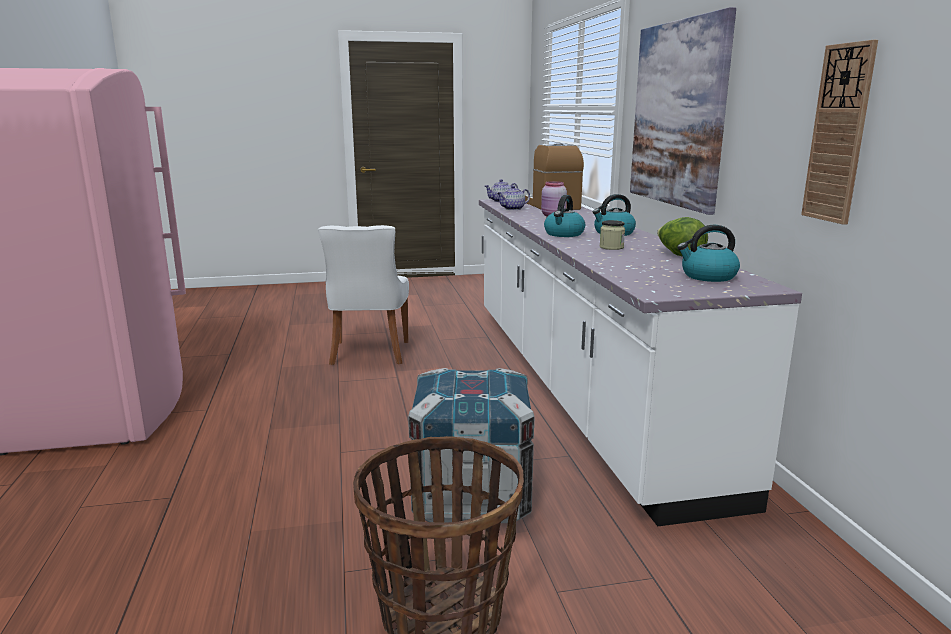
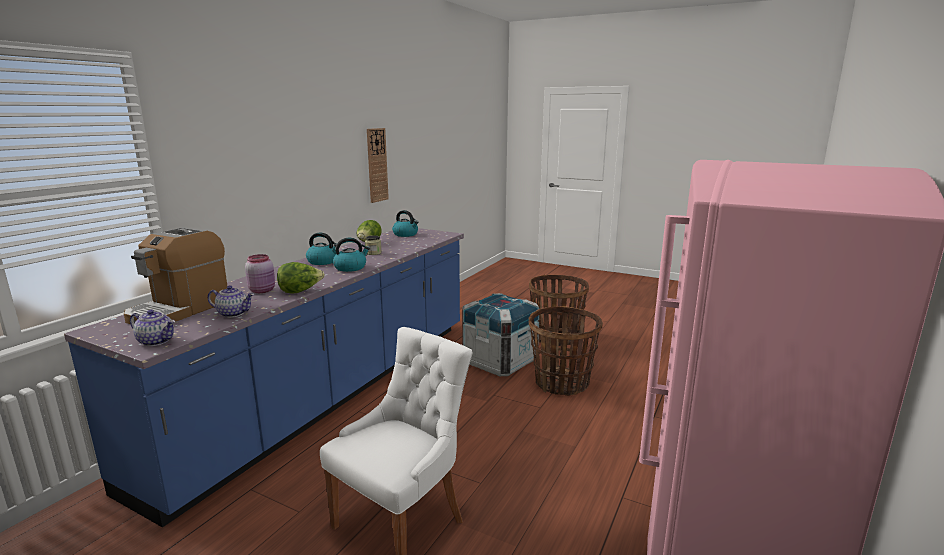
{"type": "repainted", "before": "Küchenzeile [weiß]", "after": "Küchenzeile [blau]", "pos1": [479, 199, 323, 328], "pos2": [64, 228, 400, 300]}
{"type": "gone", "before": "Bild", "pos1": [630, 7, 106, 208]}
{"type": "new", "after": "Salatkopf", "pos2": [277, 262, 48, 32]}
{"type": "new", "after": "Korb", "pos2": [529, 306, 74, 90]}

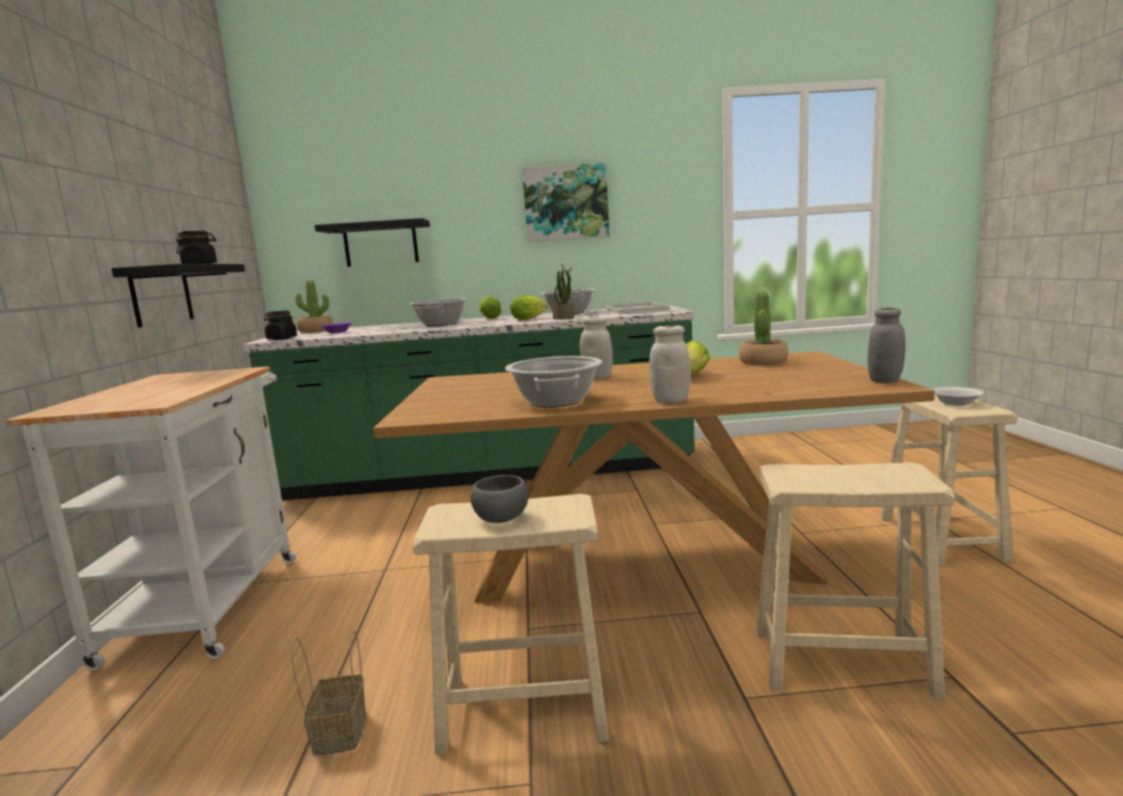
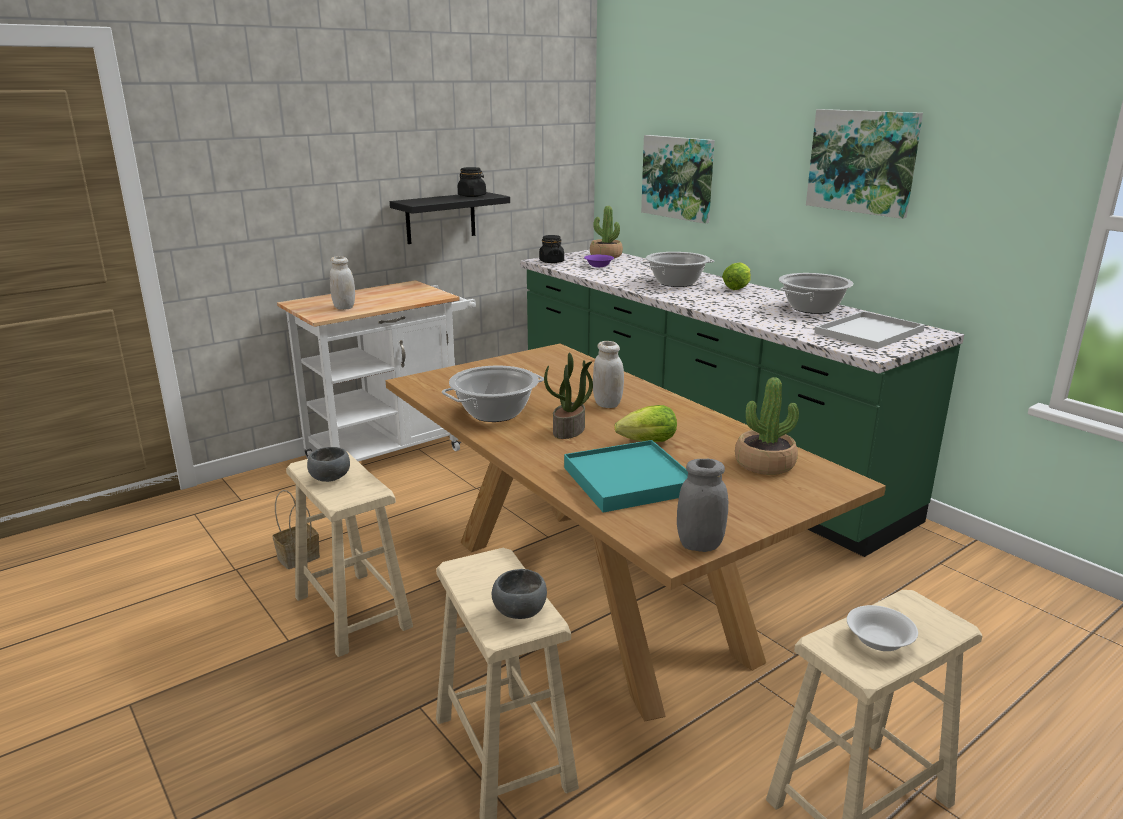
{"type": "swapped", "before": "Wandregal [schwarz]", "after": "Bild", "pos1": [315, 218, 115, 49], "pos2": [641, 135, 74, 89]}
{"type": "gone", "before": "Salatkopf", "pos1": [510, 295, 38, 25]}
{"type": "shifted", "before": "Topfpflanze", "pos1": [552, 263, 22, 57], "pos2": [544, 353, 49, 86]}
{"type": "shifted", "before": "Vorratsglas [weiß]", "pos1": [649, 326, 42, 77], "pos2": [330, 256, 25, 54]}
{"type": "new", "after": "Schüssel [grau]", "pos2": [492, 569, 55, 50]}
{"type": "new", "after": "Tablett [türkis]", "pos2": [564, 440, 124, 73]}

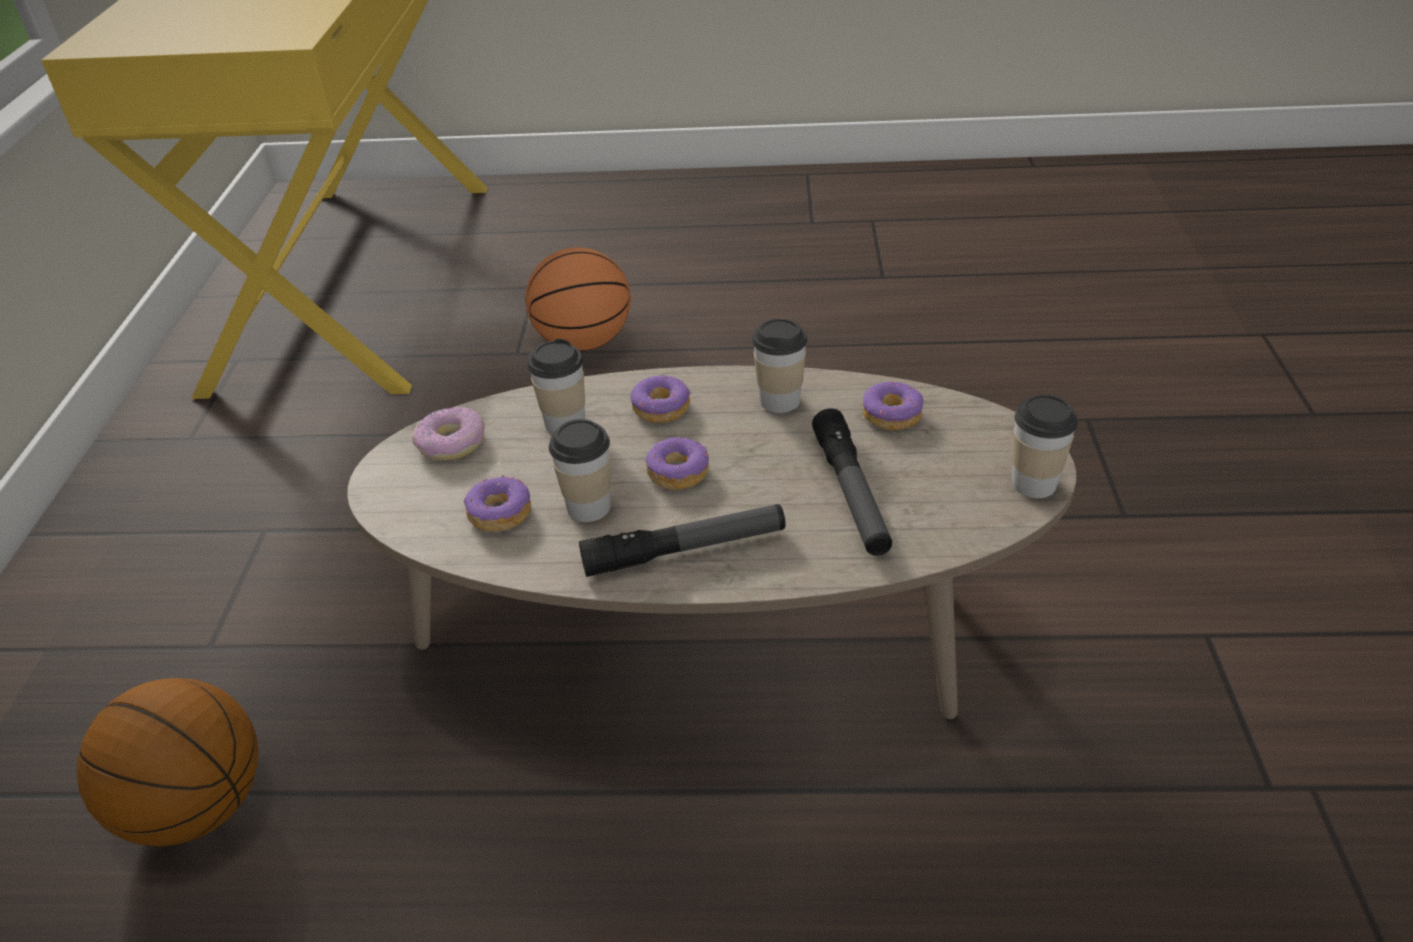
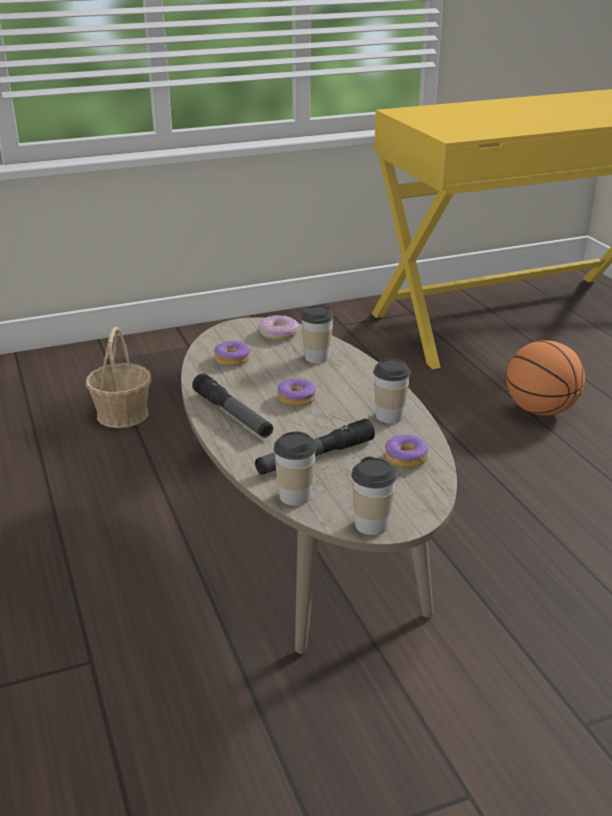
{"type": "swapped", "before": "Basketball", "after": "Korb", "pos1": [77, 678, 181, 169], "pos2": [86, 327, 65, 101]}
{"type": "shifted", "before": "Tasse", "pos1": [549, 419, 62, 103], "pos2": [274, 431, 43, 75]}
{"type": "gone", "before": "Donut", "pos1": [630, 375, 61, 48]}

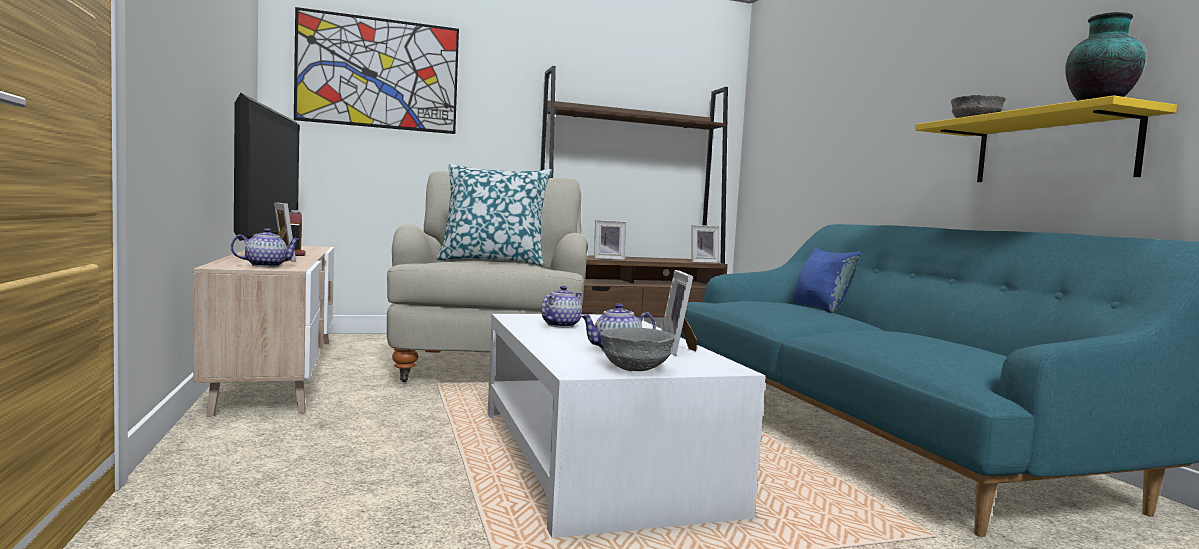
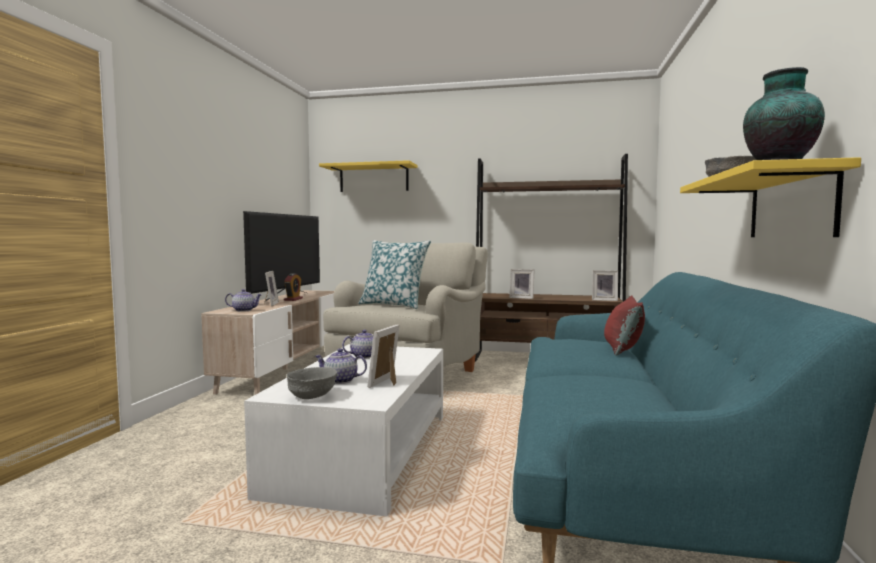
{"type": "swapped", "before": "Bild", "after": "Wandregal [gelb]", "pos1": [294, 7, 165, 127], "pos2": [319, 160, 98, 32]}
{"type": "repainted", "before": "Kissen [blau]", "after": "Kissen [rot]", "pos1": [792, 247, 69, 66], "pos2": [604, 295, 41, 61]}

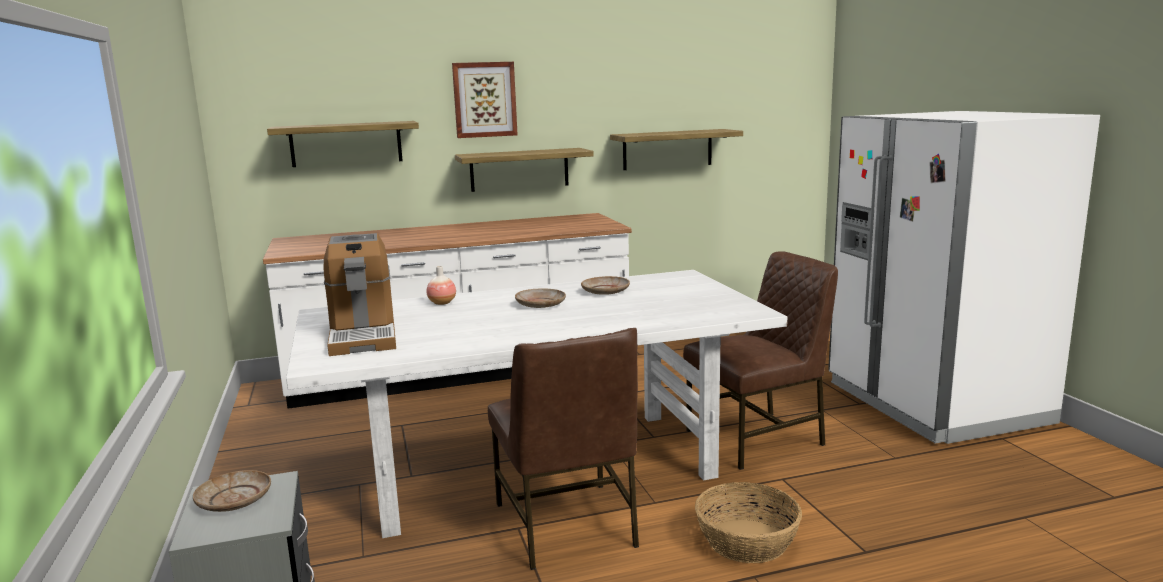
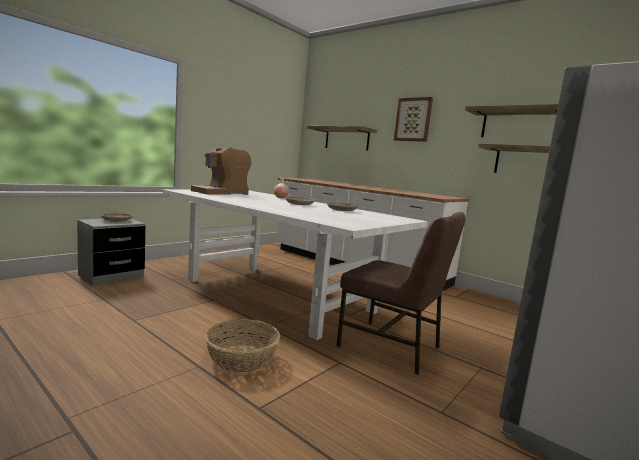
{"type": "shifted", "before": "Wandregal", "pos1": [455, 148, 139, 44], "pos2": [465, 104, 93, 33]}
{"type": "gone", "before": "Stuhl [braun]", "pos1": [488, 328, 151, 242]}

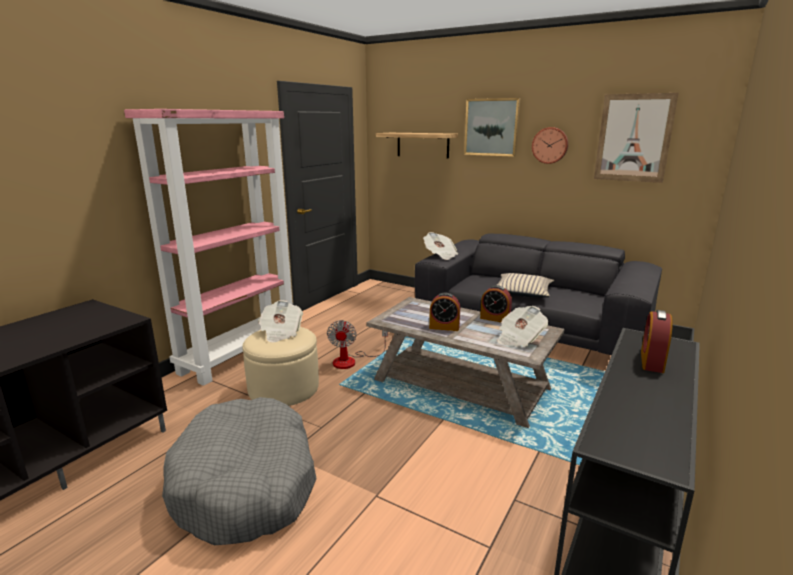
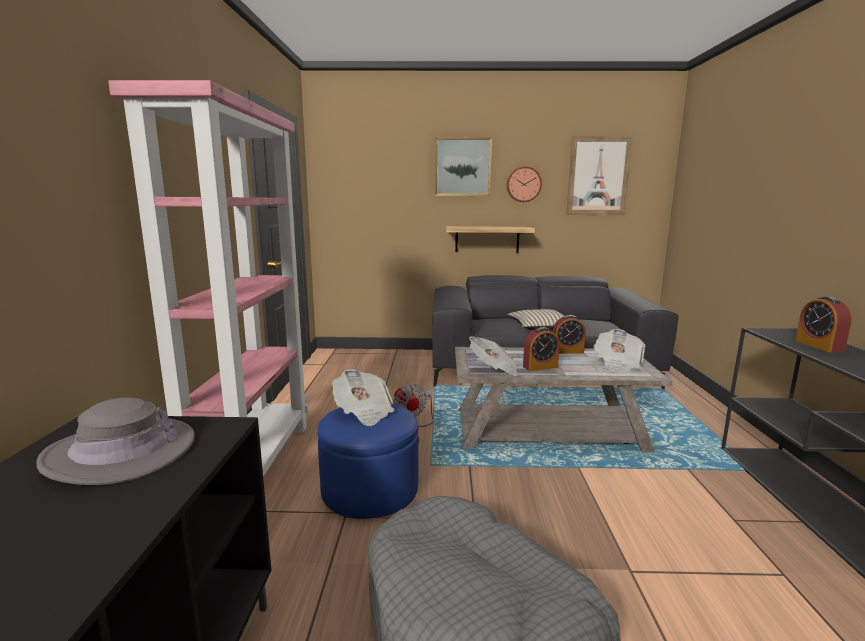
{"type": "repainted", "before": "Polsterhocker [beige]", "after": "Polsterhocker [blau]", "pos1": [242, 327, 77, 79], "pos2": [317, 404, 102, 115]}
{"type": "shifted", "before": "Wandregal", "pos1": [376, 133, 82, 25], "pos2": [446, 226, 89, 27]}
{"type": "shifted", "before": "Zeitung", "pos1": [423, 232, 35, 28], "pos2": [469, 336, 49, 40]}
{"type": "new", "after": "Hut [grau]", "pos2": [36, 397, 159, 88]}

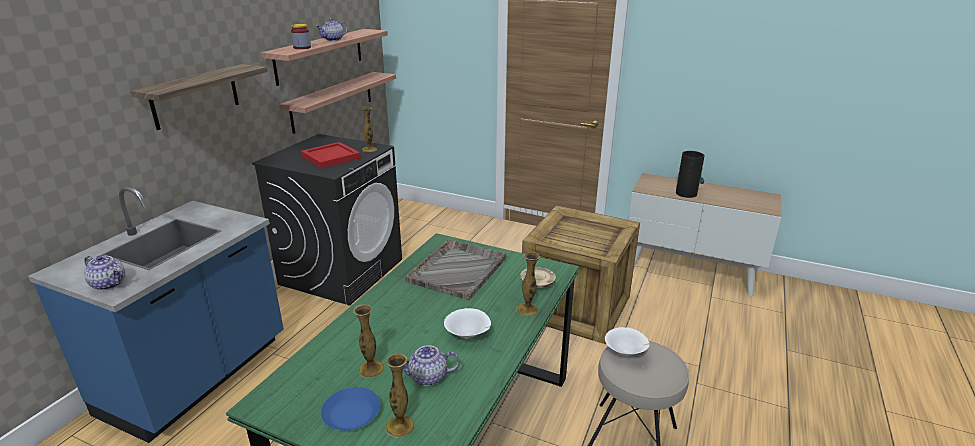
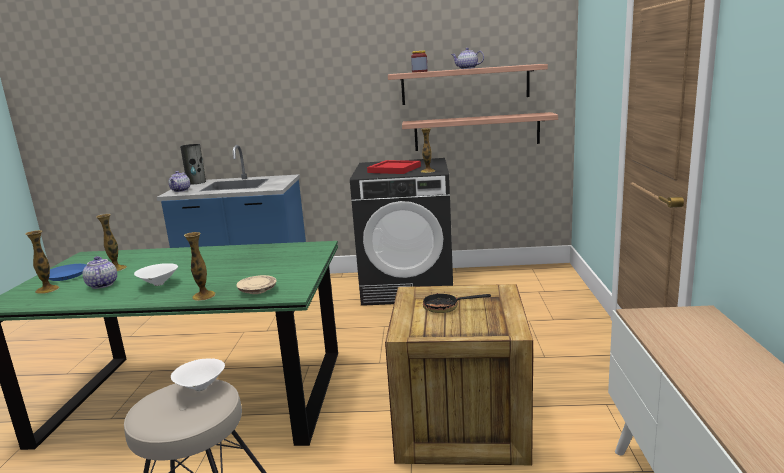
{"type": "gone", "before": "Wandregal", "pos1": [130, 64, 138, 66]}
{"type": "gone", "before": "Tablett [grau]", "pos1": [406, 239, 100, 61]}
{"type": "shifted", "before": "Vase", "pos1": [676, 151, 29, 47], "pos2": [180, 144, 26, 41]}
{"type": "new", "after": "Pfanne", "pos2": [423, 293, 68, 20]}

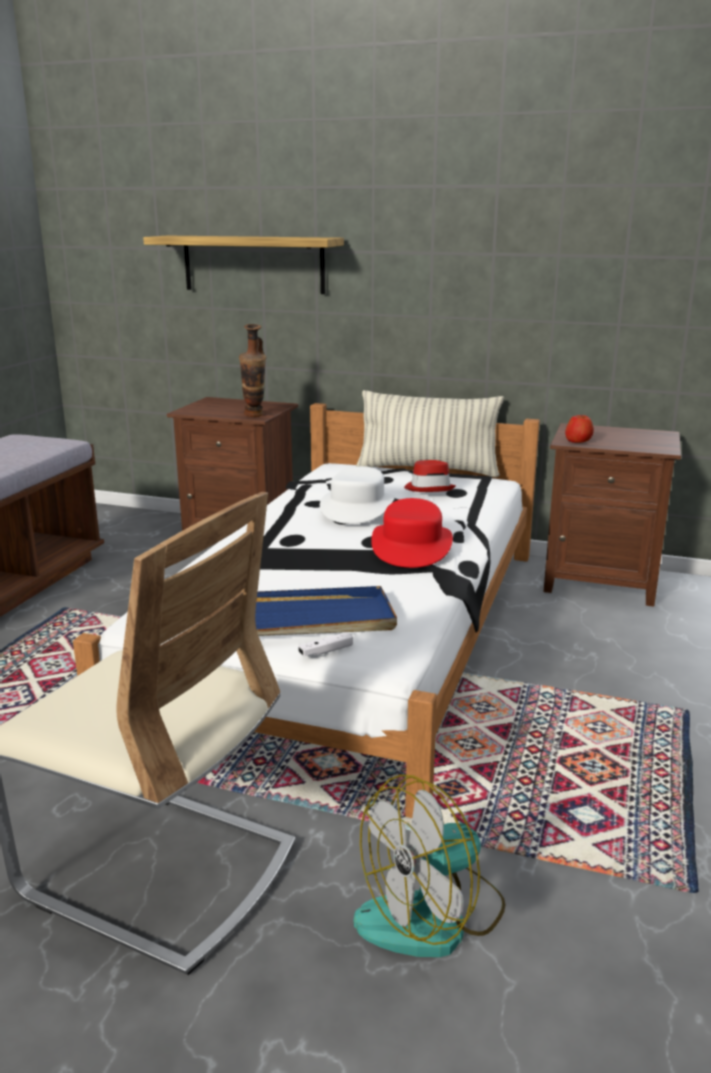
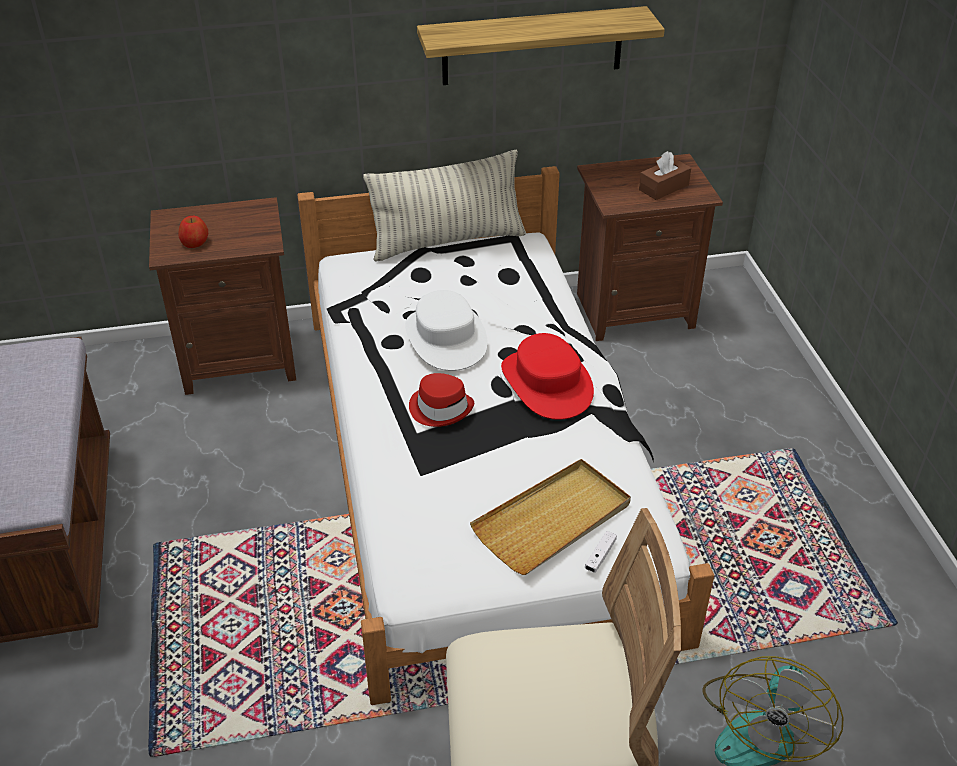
{"type": "shifted", "before": "Wandregal", "pos1": [143, 236, 201, 58], "pos2": [417, 6, 248, 79]}
{"type": "gone", "before": "Vase", "pos1": [239, 324, 27, 93]}
{"type": "repainted", "before": "Tablett [blau]", "after": "Tablett [beige]", "pos1": [255, 586, 142, 50], "pos2": [470, 459, 161, 116]}
{"type": "shifted", "before": "Hut [rot]", "pos1": [404, 460, 52, 32], "pos2": [409, 373, 65, 54]}
{"type": "shifted", "before": "Apfel", "pos1": [565, 415, 29, 28], "pos2": [178, 216, 30, 32]}
{"type": "new", "after": "Taschentuchbox [braun]", "pos2": [639, 151, 52, 49]}

